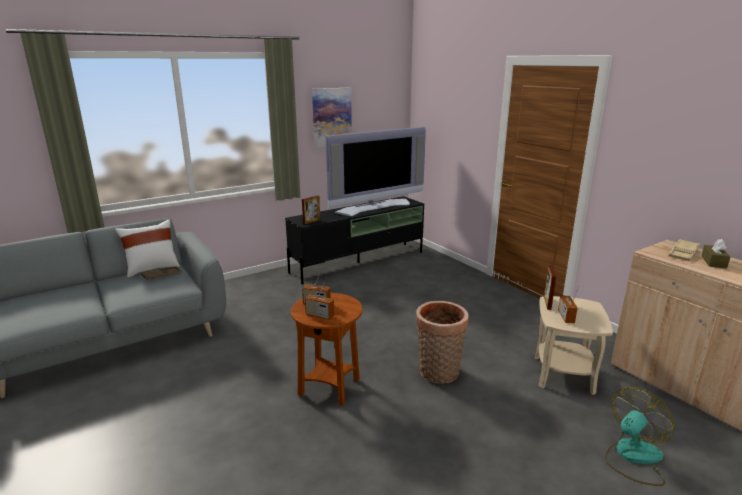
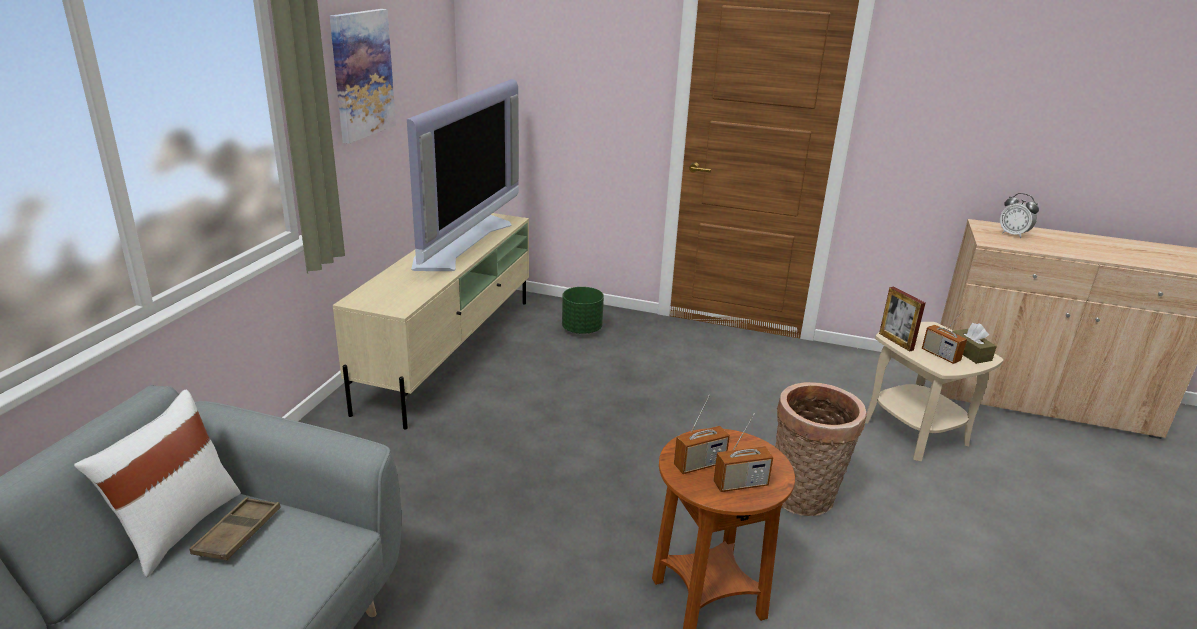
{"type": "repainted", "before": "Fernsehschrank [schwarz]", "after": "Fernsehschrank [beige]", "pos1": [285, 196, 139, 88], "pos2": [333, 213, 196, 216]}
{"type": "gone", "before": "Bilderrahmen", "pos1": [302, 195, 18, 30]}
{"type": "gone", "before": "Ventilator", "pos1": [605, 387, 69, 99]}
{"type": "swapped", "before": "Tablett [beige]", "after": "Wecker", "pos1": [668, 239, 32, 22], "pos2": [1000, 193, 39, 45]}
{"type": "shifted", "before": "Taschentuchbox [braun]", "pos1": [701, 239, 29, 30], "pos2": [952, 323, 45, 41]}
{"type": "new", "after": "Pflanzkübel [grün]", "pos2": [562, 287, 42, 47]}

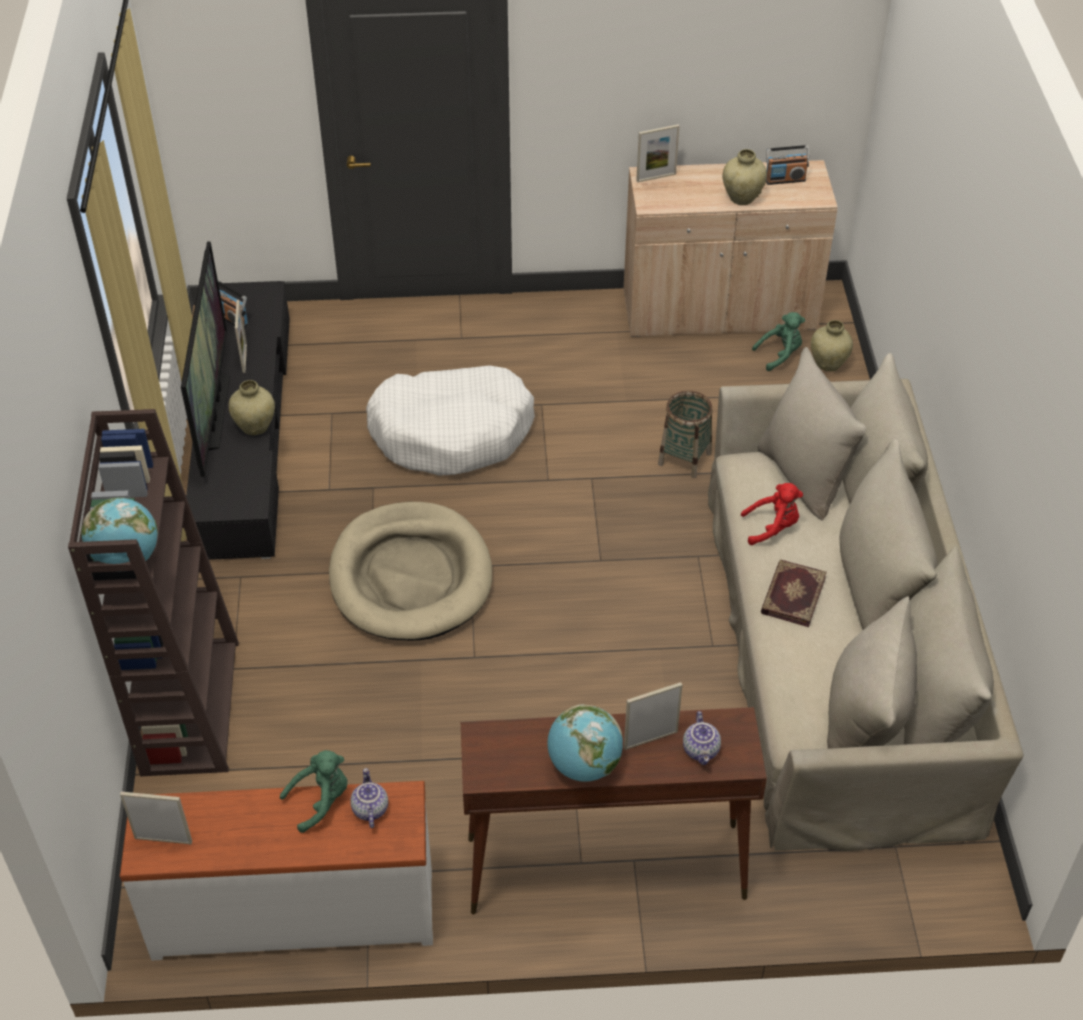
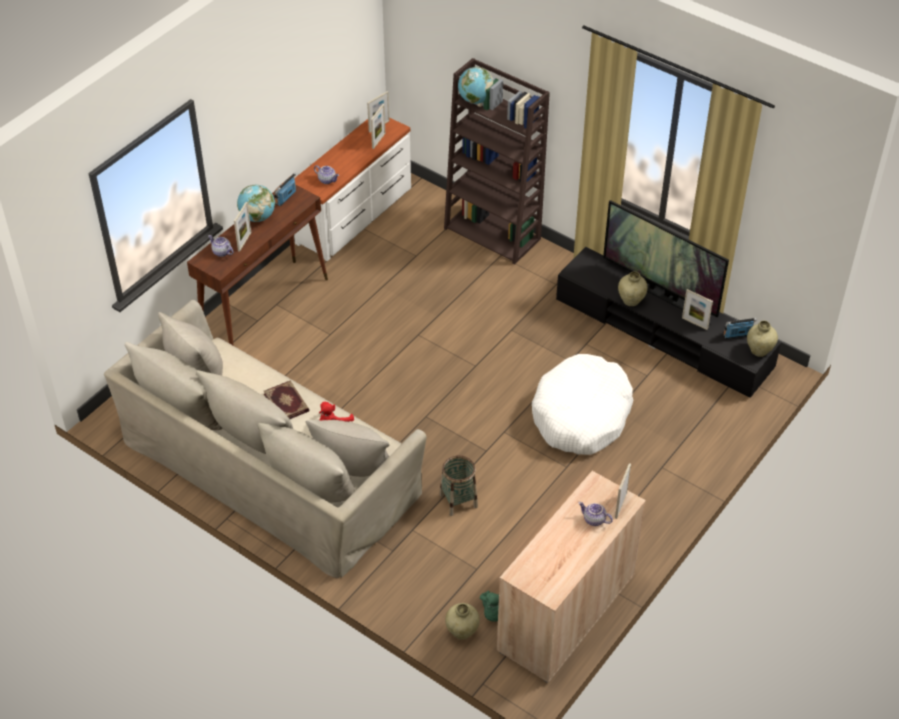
{"type": "gone", "before": "Plüschtier [grün]", "pos1": [280, 750, 67, 83]}
{"type": "gone", "before": "Hundebett [beige]", "pos1": [329, 502, 163, 139]}
{"type": "shifted", "before": "Vase [beige]", "pos1": [723, 149, 44, 56], "pos2": [747, 321, 31, 36]}
{"type": "shifted", "before": "Radio", "pos1": [766, 145, 43, 40], "pos2": [274, 173, 22, 33]}
{"type": "new", "after": "Bilderrahmen", "pos2": [371, 104, 14, 45]}
{"type": "new", "after": "Teekanne", "pos2": [578, 502, 35, 24]}

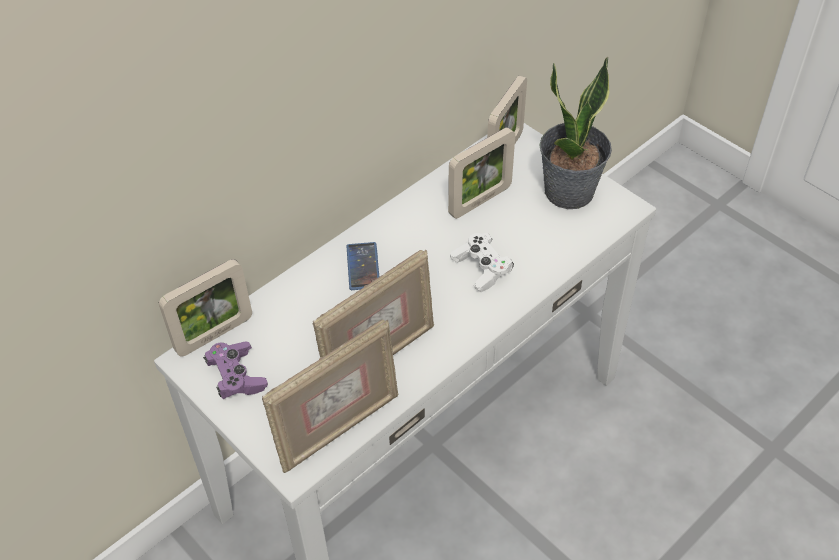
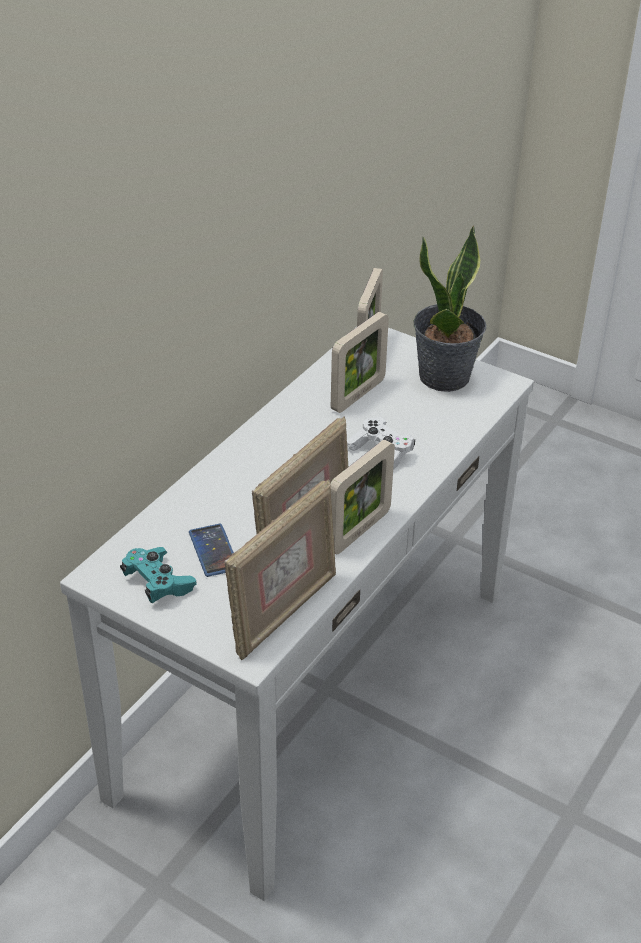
{"type": "shifted", "before": "Bilderrahmen", "pos1": [159, 259, 93, 97], "pos2": [330, 440, 65, 114]}
{"type": "repainted", "before": "Gamepad [lila]", "after": "Gamepad [türkis]", "pos1": [203, 341, 65, 58], "pos2": [120, 547, 76, 56]}
{"type": "shifted", "before": "Handy", "pos1": [346, 242, 33, 48], "pos2": [189, 524, 45, 53]}

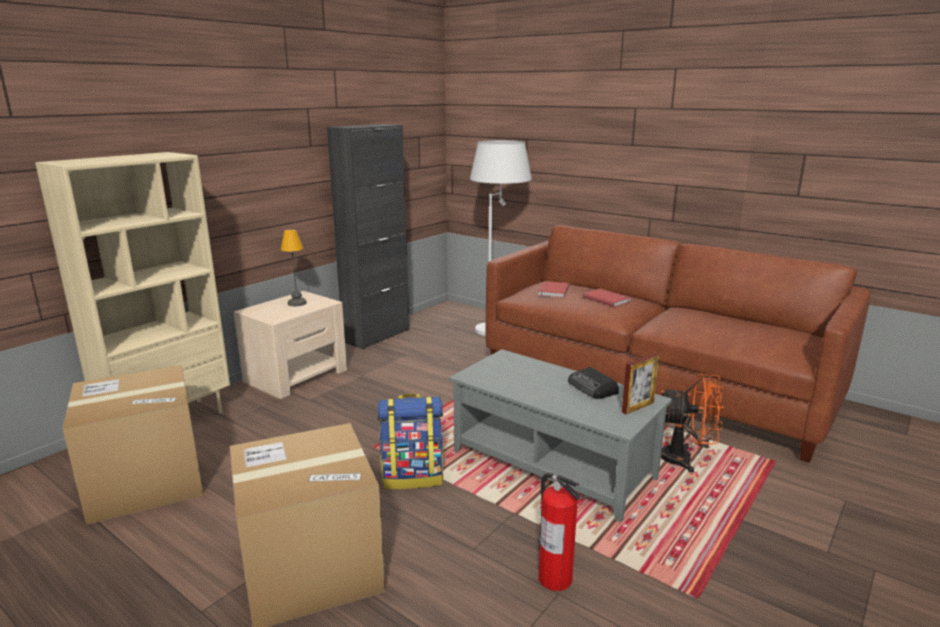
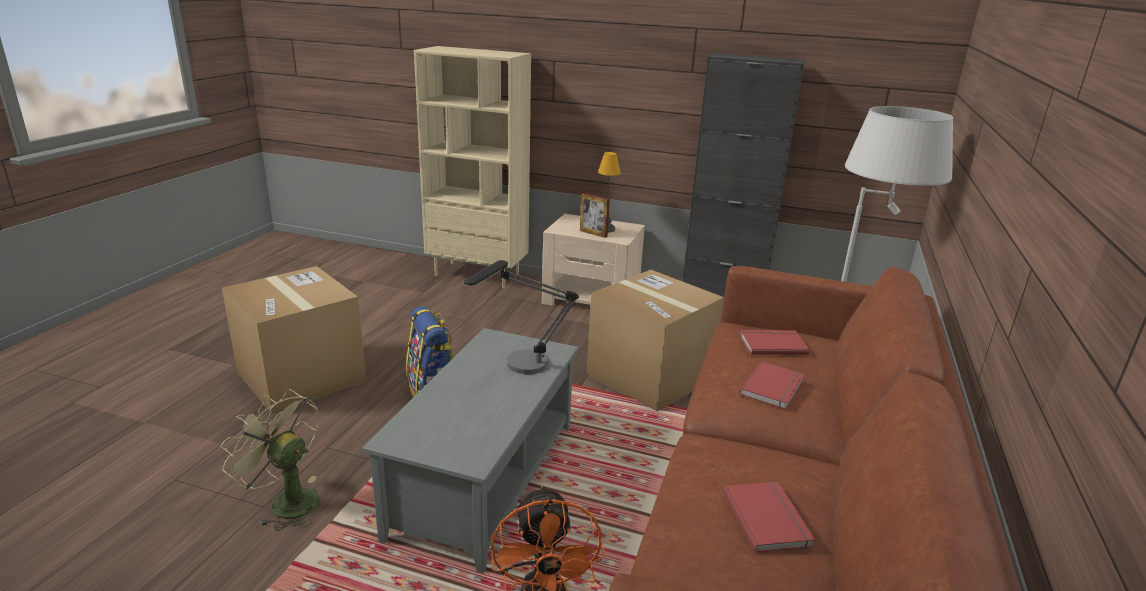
{"type": "shifted", "before": "Karton", "pos1": [63, 365, 140, 160], "pos2": [587, 270, 137, 141]}
{"type": "swapped", "before": "Feuerlöscher", "after": "Ventilator [grün]", "pos1": [539, 473, 41, 118], "pos2": [220, 389, 99, 142]}
{"type": "gone", "before": "Radio", "pos1": [568, 367, 51, 32]}
{"type": "shifted", "before": "Bilderrahmen", "pos1": [622, 354, 37, 60], "pos2": [580, 193, 30, 45]}
{"type": "new", "after": "Tischlampe", "pos2": [464, 260, 115, 114]}
{"type": "new", "after": "Buch [rot]", "pos2": [723, 482, 92, 70]}

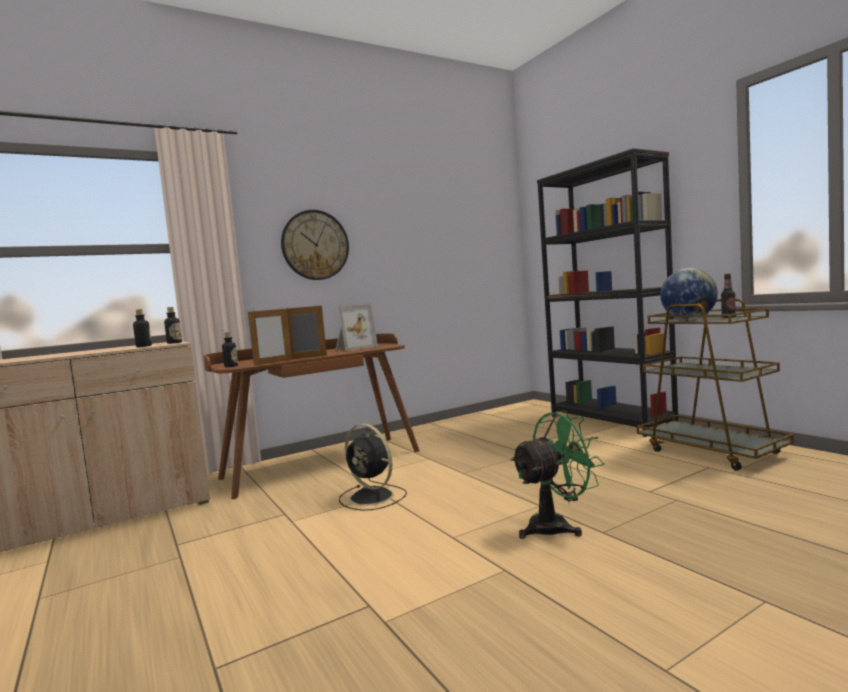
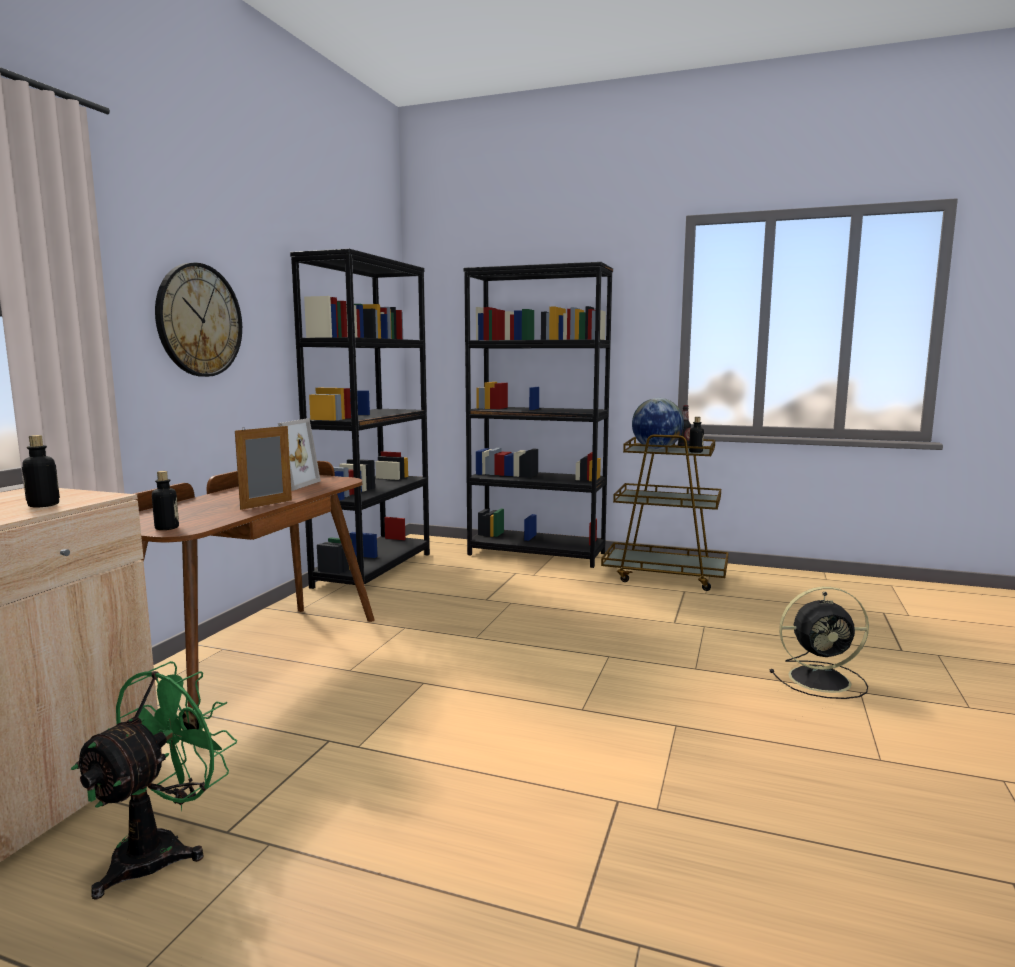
{"type": "shifted", "before": "Flasche", "pos1": [164, 307, 18, 37], "pos2": [689, 417, 15, 36]}
{"type": "gone", "before": "Bilderrahmen", "pos1": [248, 308, 44, 58]}
{"type": "shifted", "before": "Ventilator [schwarz]", "pos1": [339, 424, 68, 87], "pos2": [769, 587, 100, 112]}
{"type": "shifted", "before": "Ventilator [grün]", "pos1": [510, 410, 95, 129], "pos2": [71, 661, 166, 239]}
{"type": "new", "after": "Bücherregal [schwarz]", "pos2": [290, 249, 140, 346]}

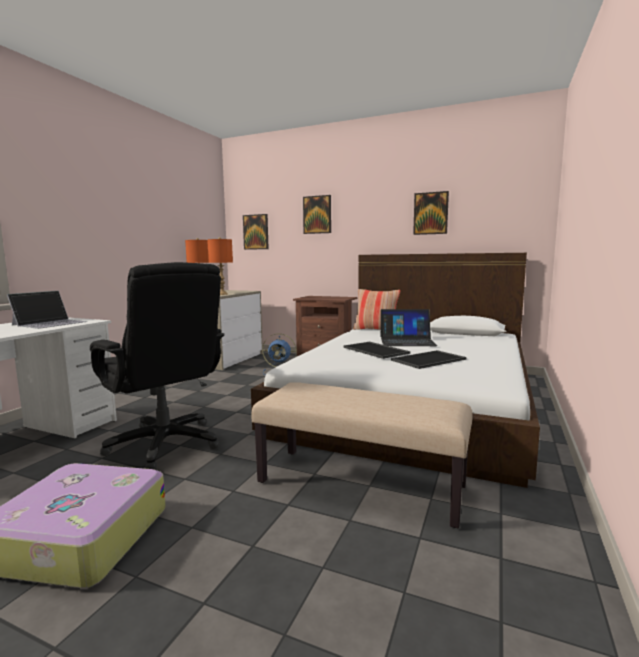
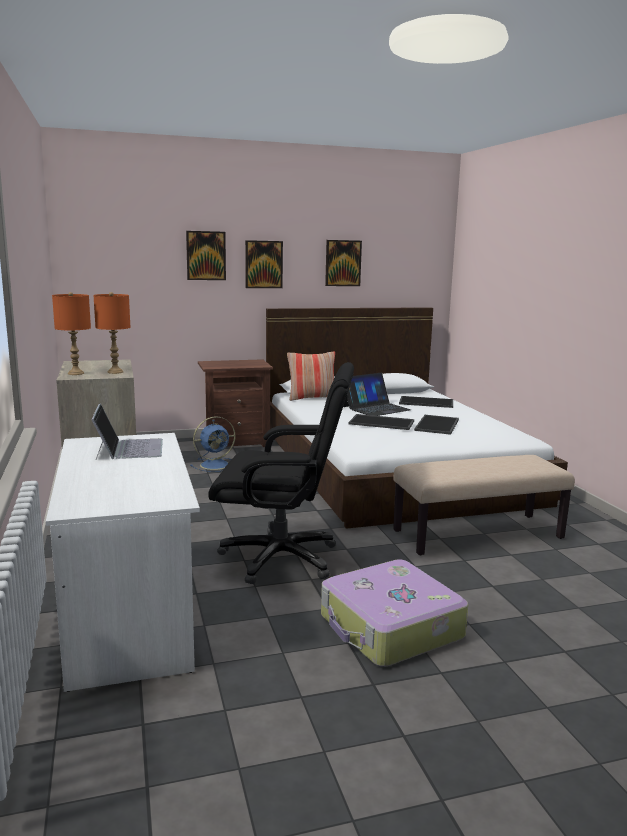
{"type": "shifted", "before": "Bild", "pos1": [243, 214, 26, 36], "pos2": [245, 240, 38, 48]}
{"type": "new", "after": "Tablett", "pos2": [399, 396, 54, 12]}

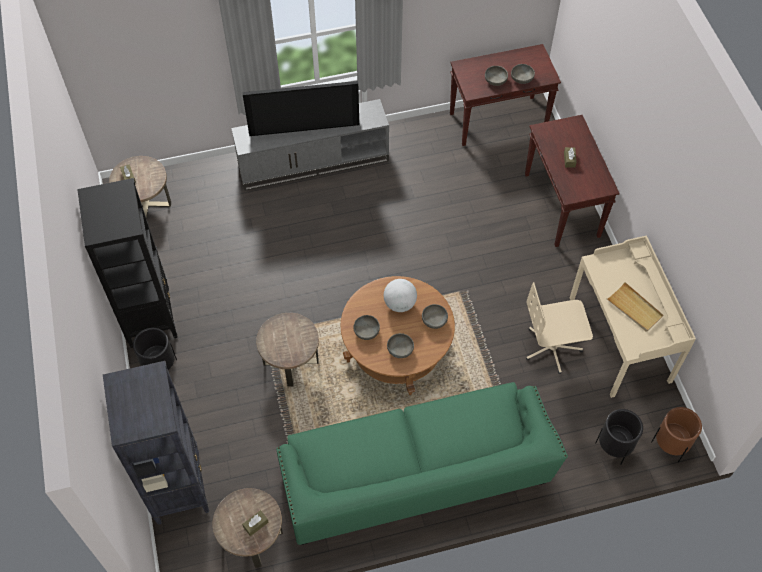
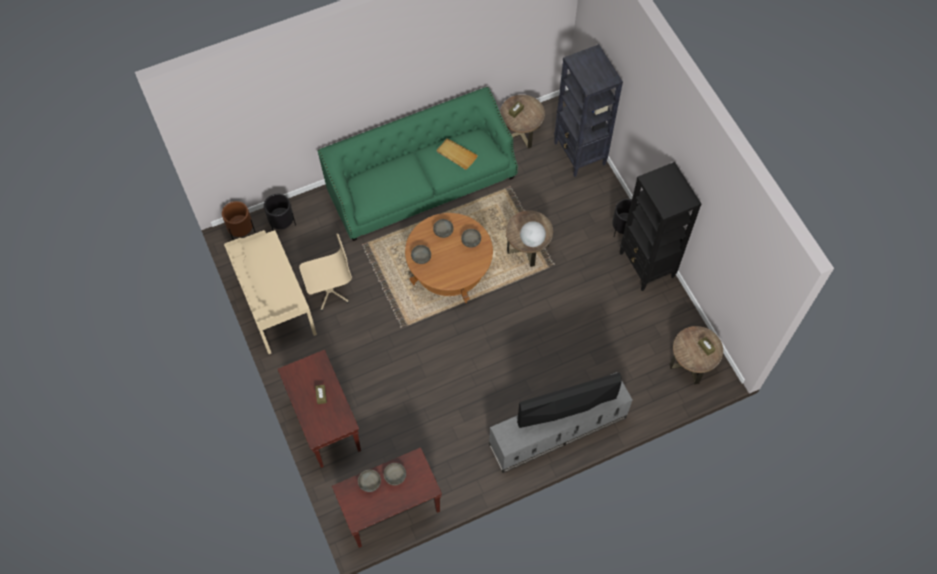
{"type": "shifted", "before": "Globus", "pos1": [384, 279, 33, 33], "pos2": [520, 221, 26, 26]}
{"type": "shifted", "before": "Tablett [beige]", "pos1": [607, 282, 56, 50], "pos2": [436, 138, 42, 32]}

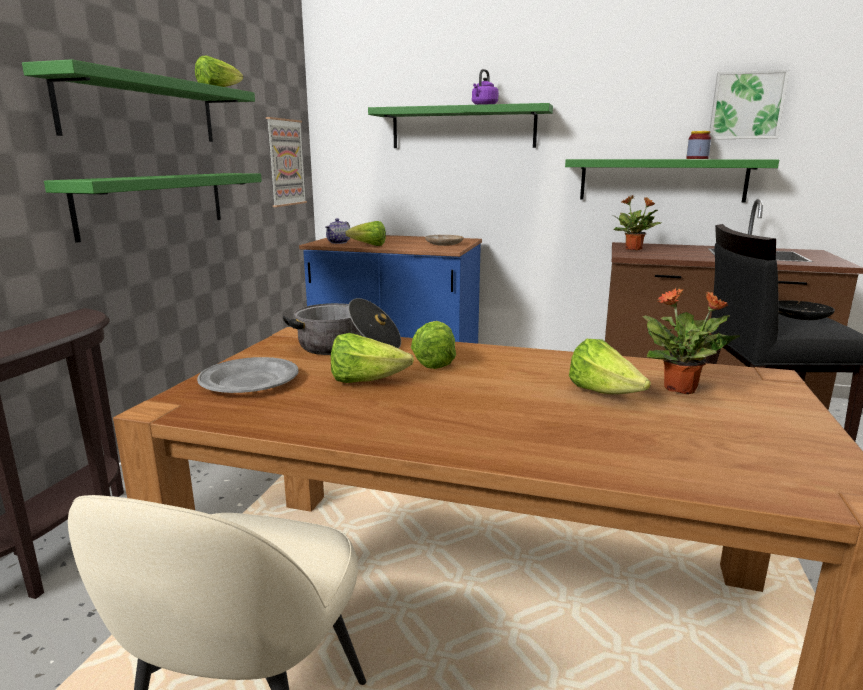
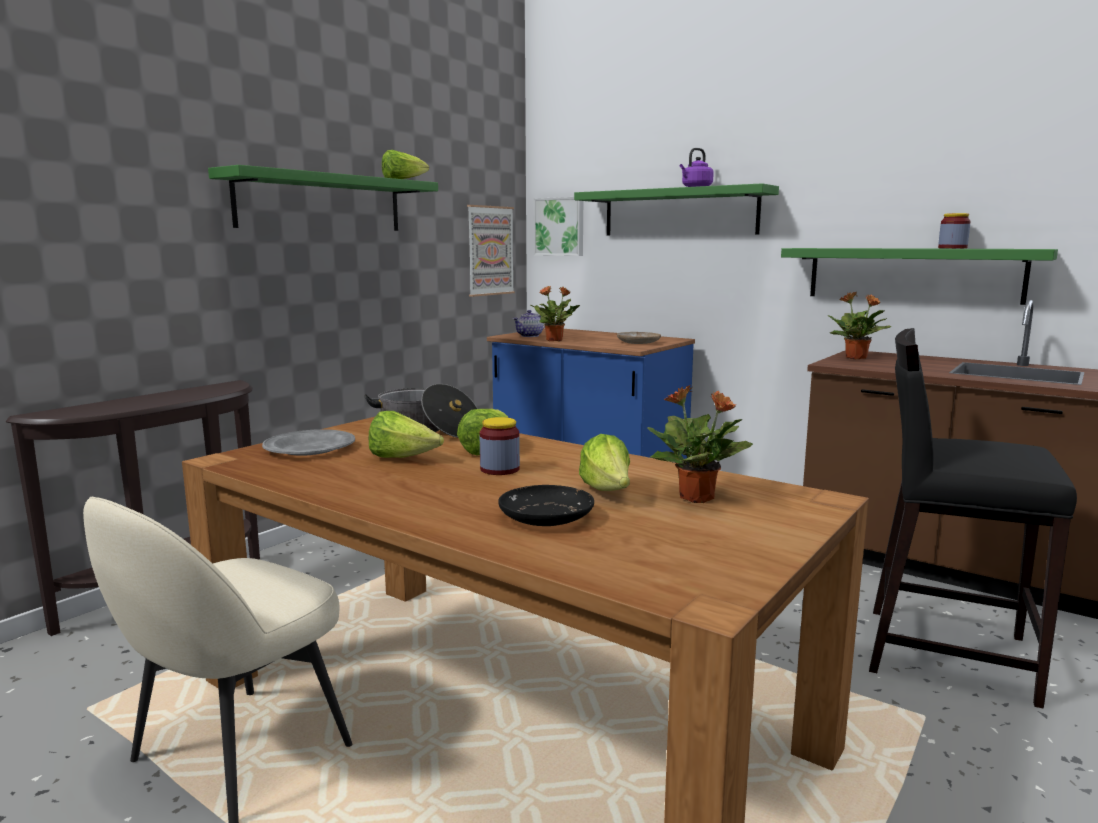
{"type": "gone", "before": "Wandregal [grün]", "pos1": [44, 173, 218, 70]}
{"type": "swapped", "before": "Salatkopf", "after": "Topfpflanze", "pos1": [345, 221, 41, 25], "pos2": [530, 286, 50, 55]}
{"type": "shifted", "before": "Bild", "pos1": [709, 70, 80, 69], "pos2": [533, 197, 50, 59]}
{"type": "shifted", "before": "Teller [schwarz]", "pos1": [779, 300, 56, 20], "pos2": [498, 485, 96, 41]}
{"type": "new", "after": "Vorratsglas", "pos2": [480, 417, 40, 58]}

